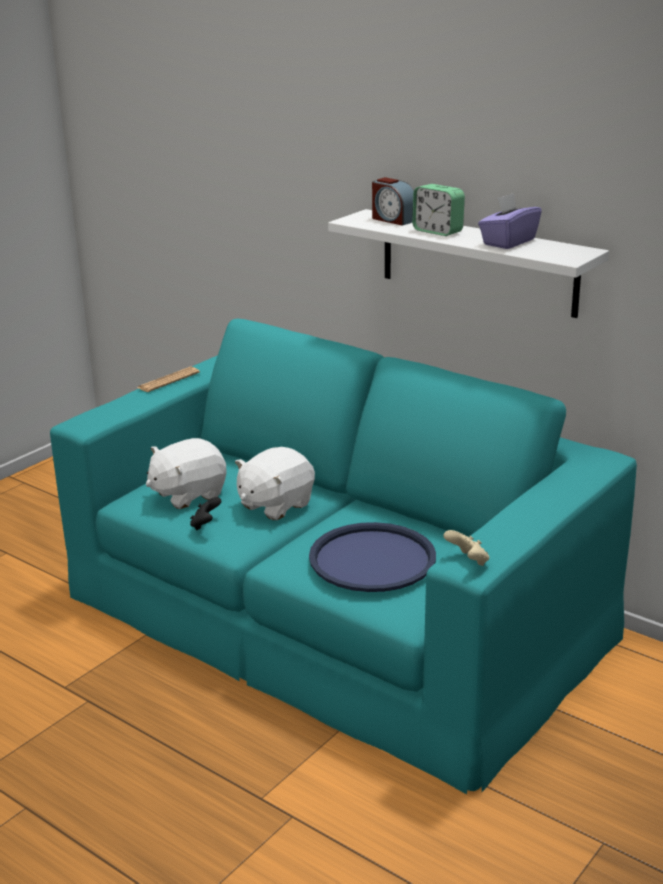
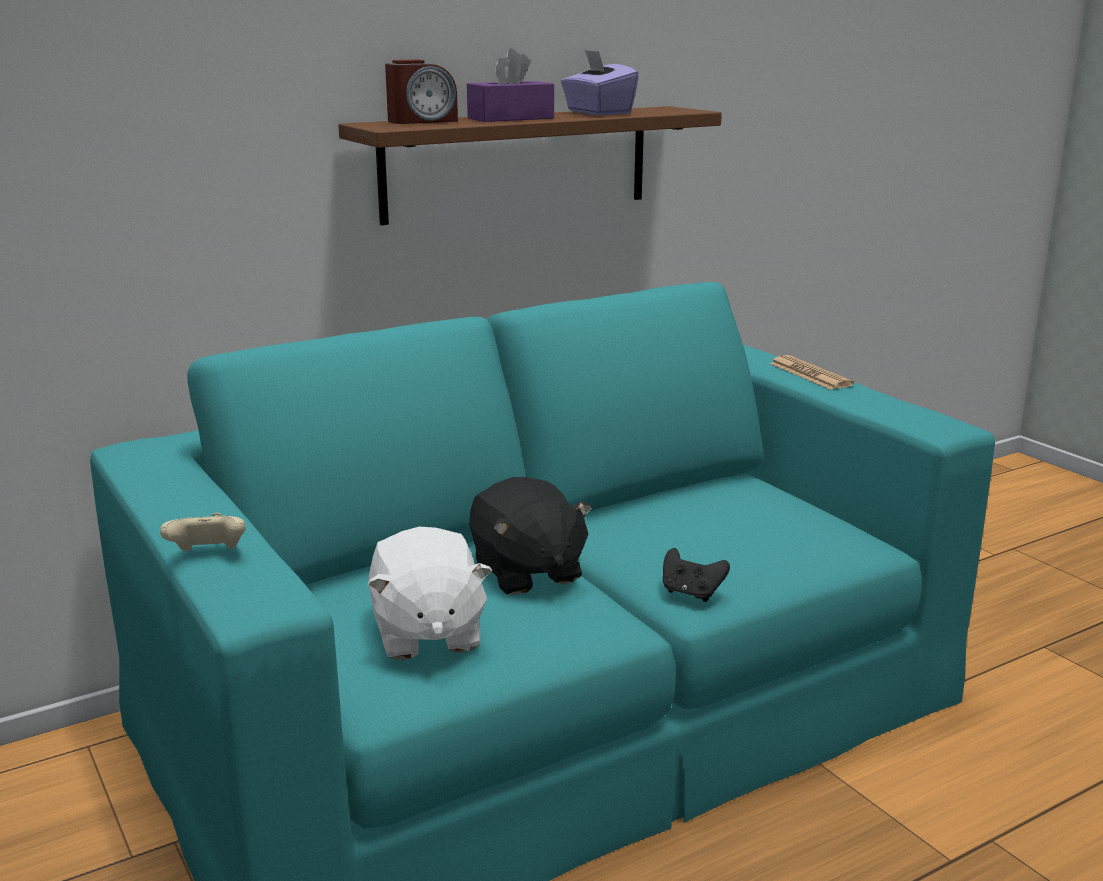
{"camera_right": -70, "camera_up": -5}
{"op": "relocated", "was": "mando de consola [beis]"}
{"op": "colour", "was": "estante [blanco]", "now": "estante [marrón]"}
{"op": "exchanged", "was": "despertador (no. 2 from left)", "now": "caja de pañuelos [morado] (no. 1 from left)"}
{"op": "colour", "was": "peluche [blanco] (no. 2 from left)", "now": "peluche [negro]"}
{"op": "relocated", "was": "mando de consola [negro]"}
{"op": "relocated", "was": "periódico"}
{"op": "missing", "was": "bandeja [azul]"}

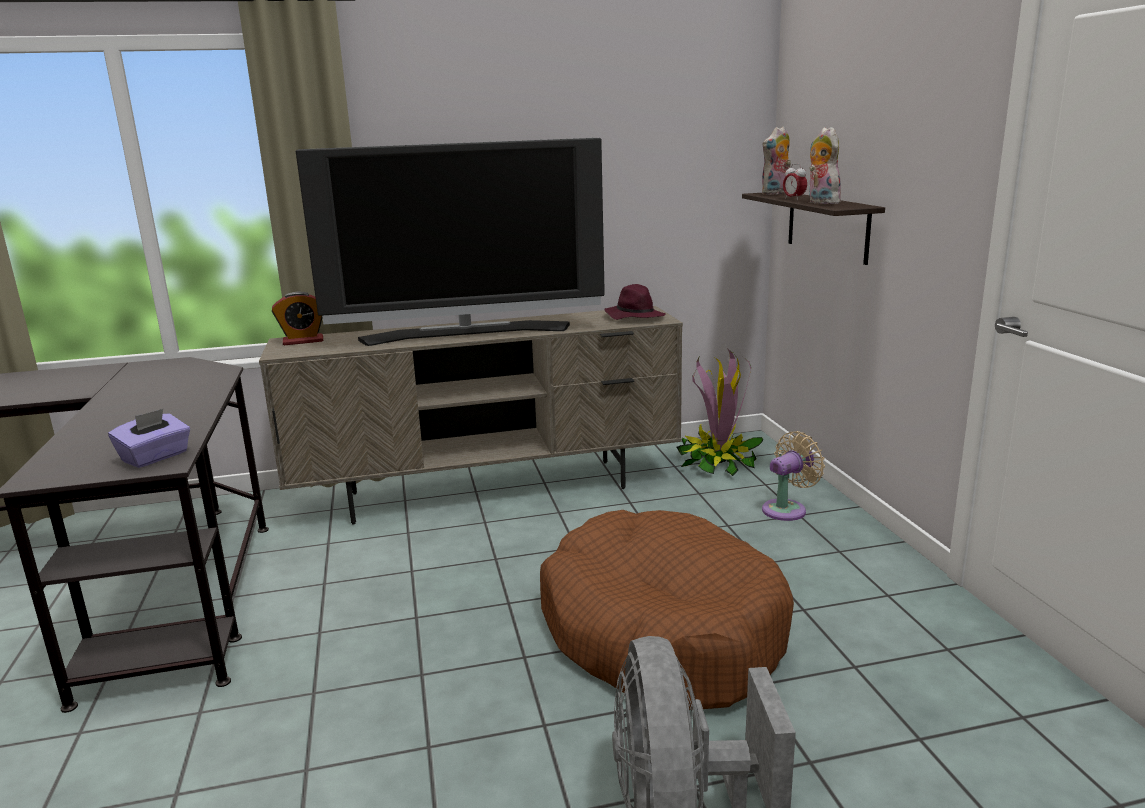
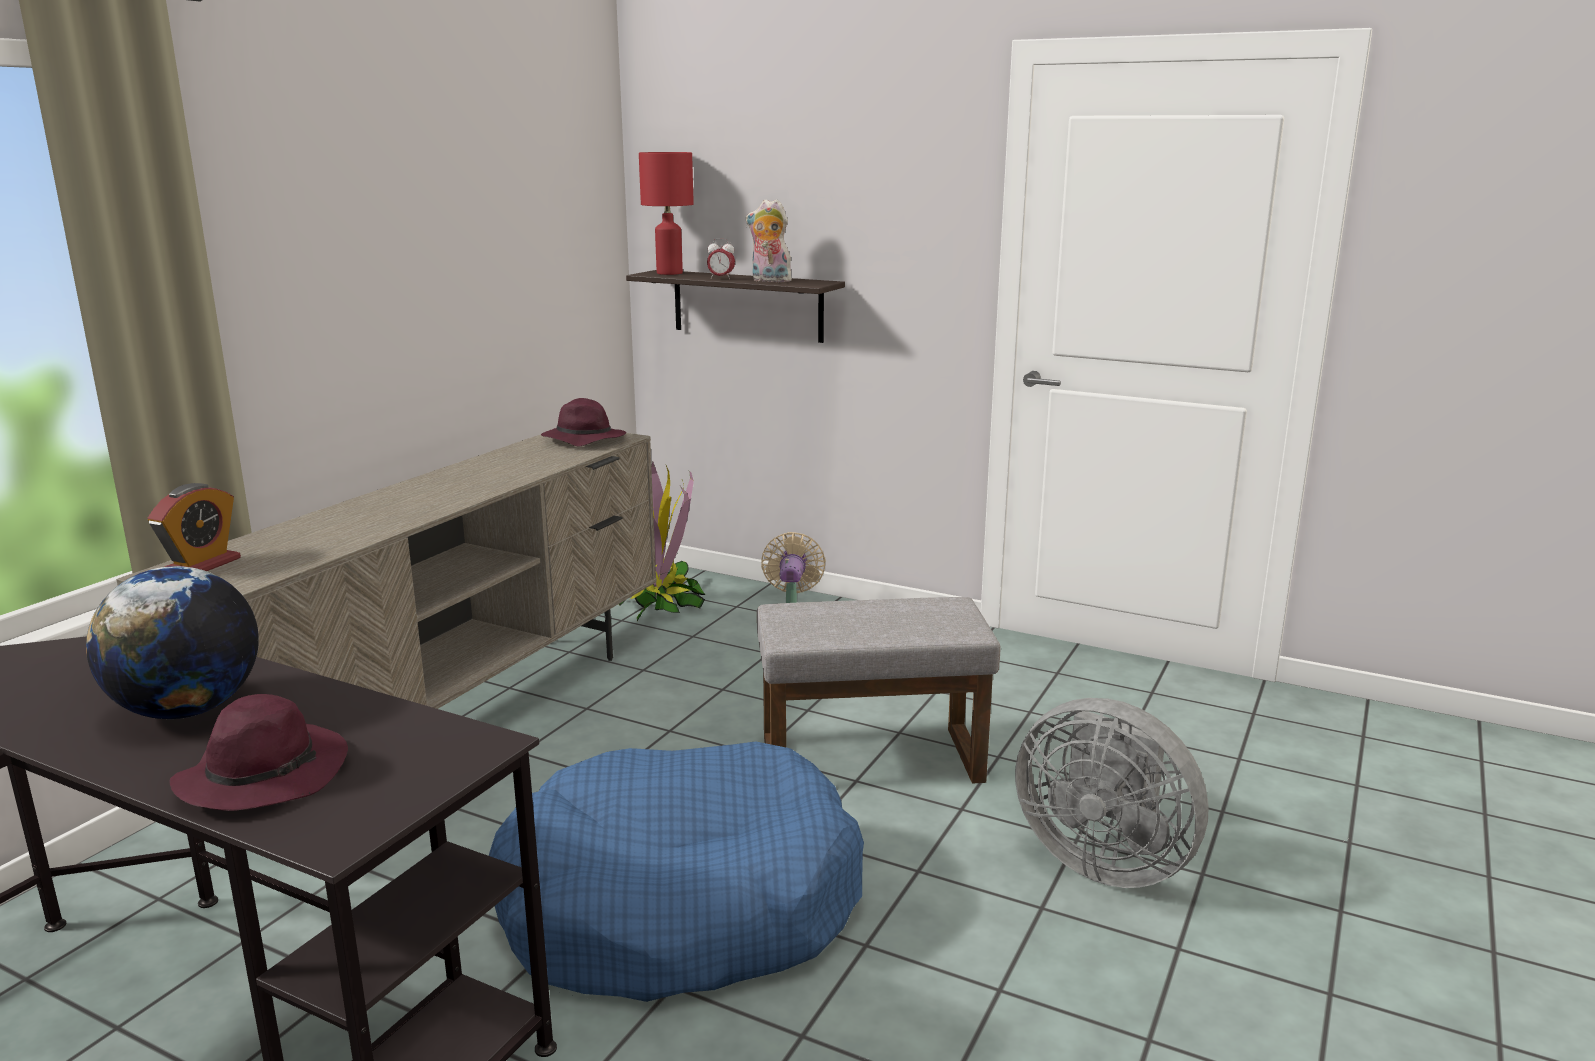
{"camera_right": -50, "camera_up": 0}
{"op": "appeared", "now": "globo terráqueo"}
{"op": "appeared", "now": "sombrero [morado] (no. 1 from left)"}
{"op": "appeared", "now": "cama para perro [azul]"}
{"op": "exchanged", "was": "peluche (no. 1 from left)", "now": "lámpara de mesa [rojo]"}
{"op": "exchanged", "was": "cama para perro [marrón]", "now": "puf [gris]"}
{"op": "missing", "was": "caja de pañuelos [morado]"}
{"op": "missing", "was": "televisor"}

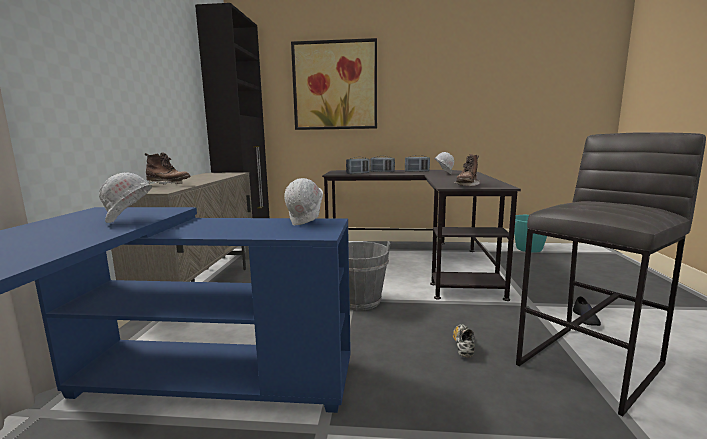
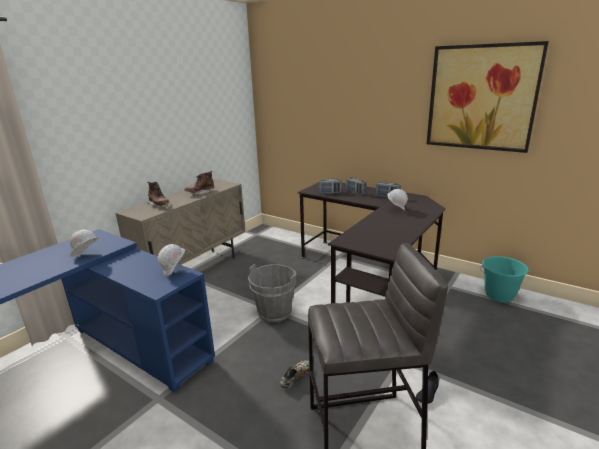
{"camera_right": 30, "camera_up": 10}
{"op": "relocated", "was": "bota [marrón] (no. 2 from left)"}
{"op": "relocated", "was": "cuadro"}
{"op": "missing", "was": "armario [negro]"}

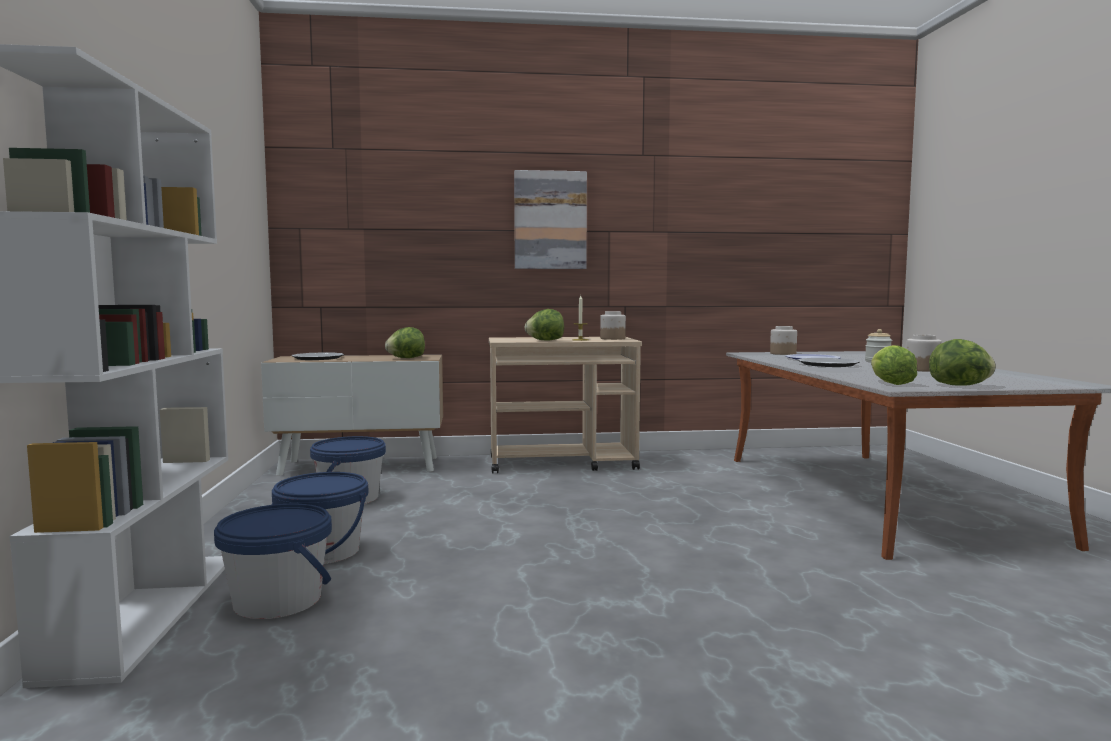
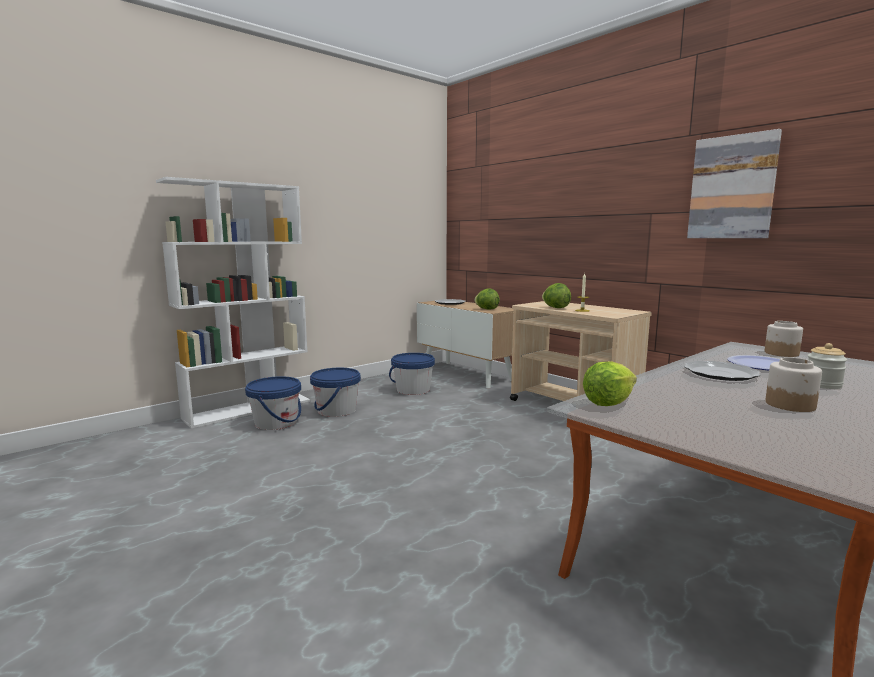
{"camera_right": 55, "camera_up": 5}
{"op": "relocated", "was": "cuadro"}
{"op": "missing", "was": "tarro (no. 1 from left)"}
{"op": "missing", "was": "lechuga (no. 4 from left)"}

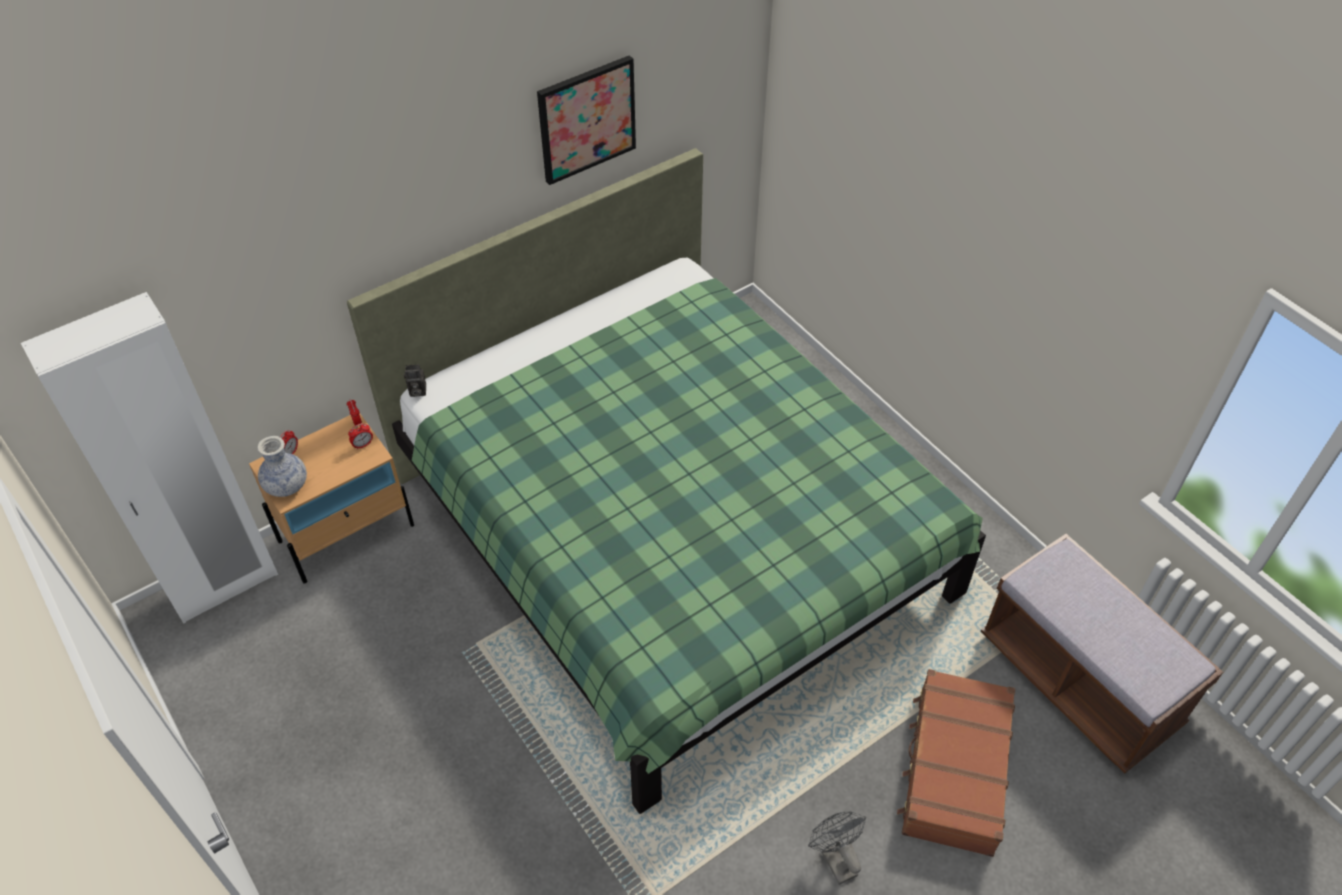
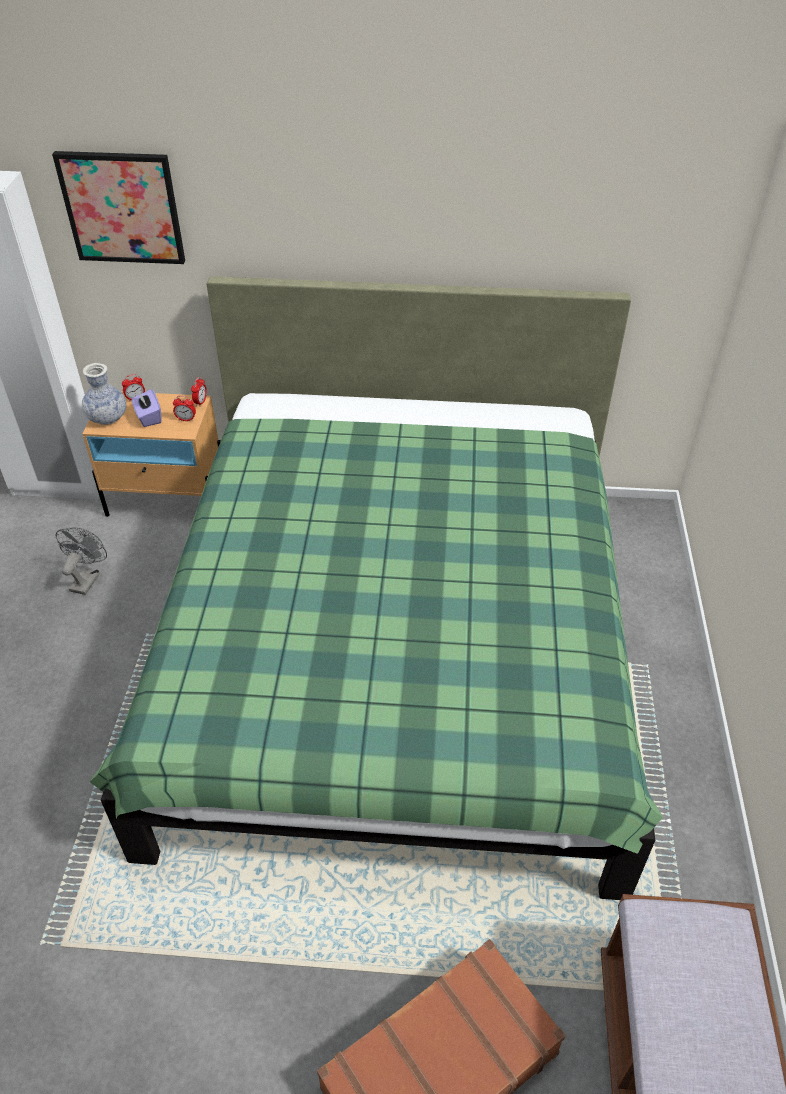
{"camera_right": 40, "camera_up": -5}
{"op": "relocated", "was": "cuadro"}
{"op": "relocated", "was": "ventilador [gris]"}
{"op": "appeared", "now": "caja de pañuelos [morado]"}
{"op": "missing", "was": "cámara"}

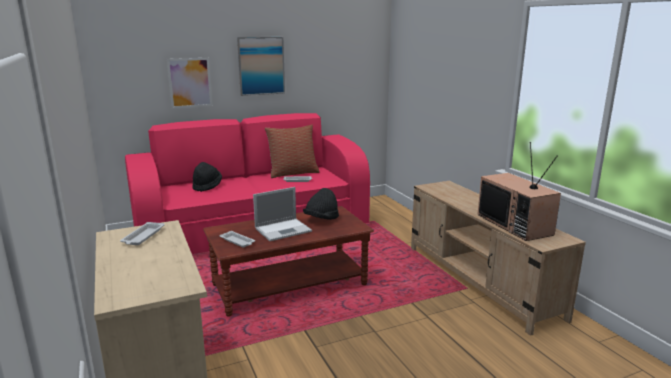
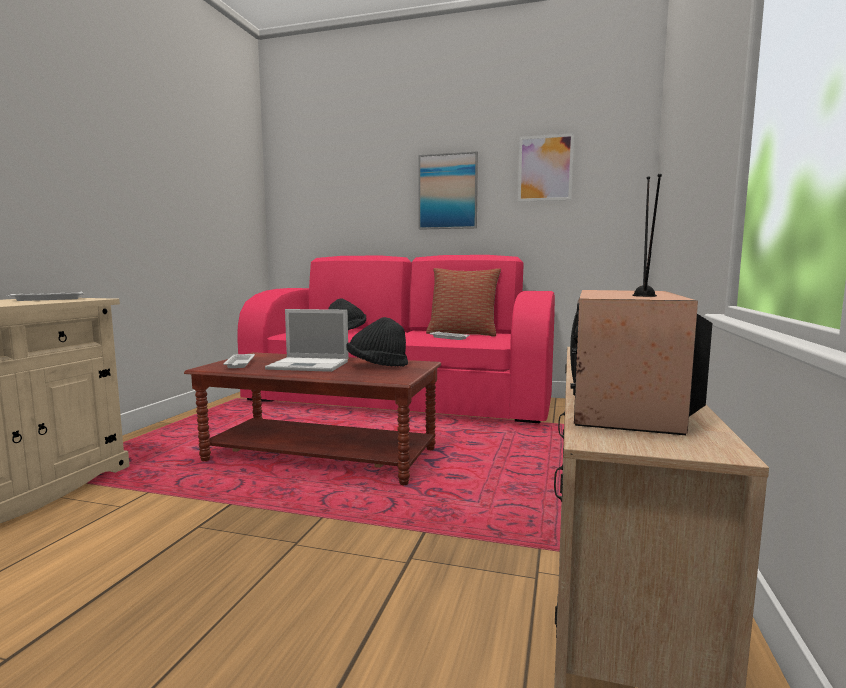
{"camera_right": 40, "camera_up": -10}
{"op": "relocated", "was": "cuadro (no. 1 from left in the first image)", "now": "cuadro (no. 2 from left)"}

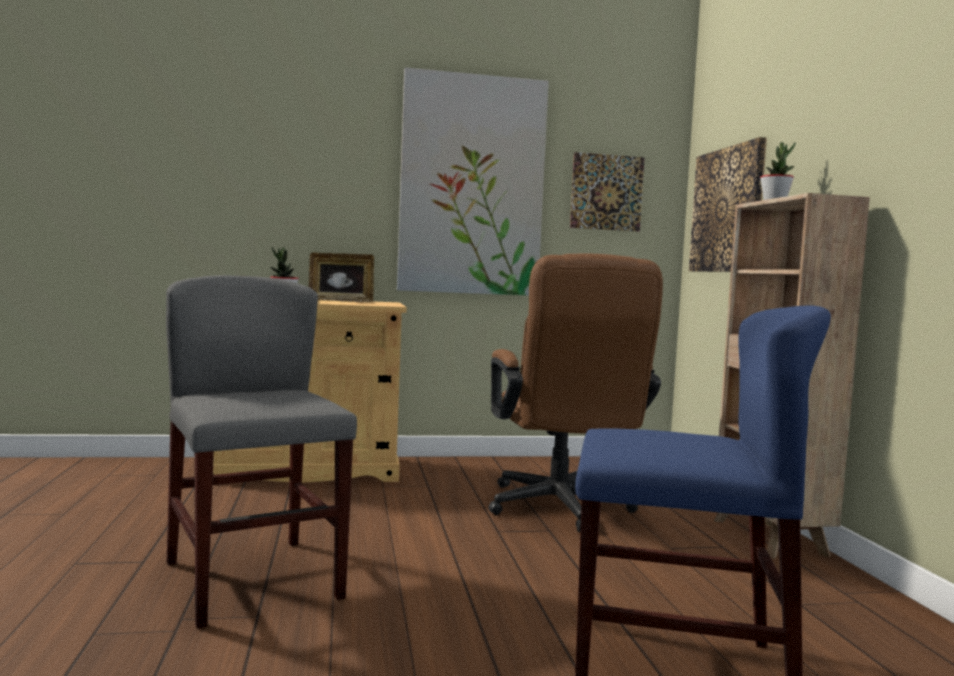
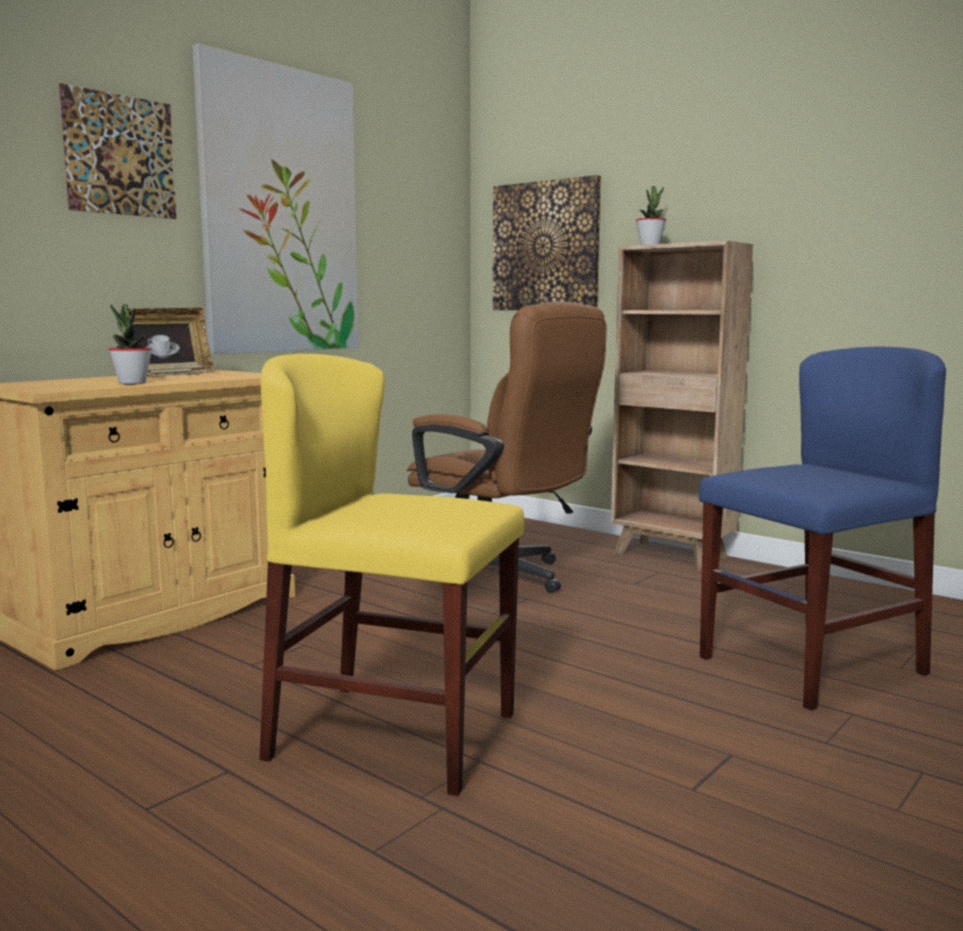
{"camera_right": -40, "camera_up": 5}
{"op": "relocated", "was": "cuadro (no. 2 from left in the first image)", "now": "cuadro (no. 1 from left)"}
{"op": "colour", "was": "silla [gris]", "now": "silla [amarillo]"}

